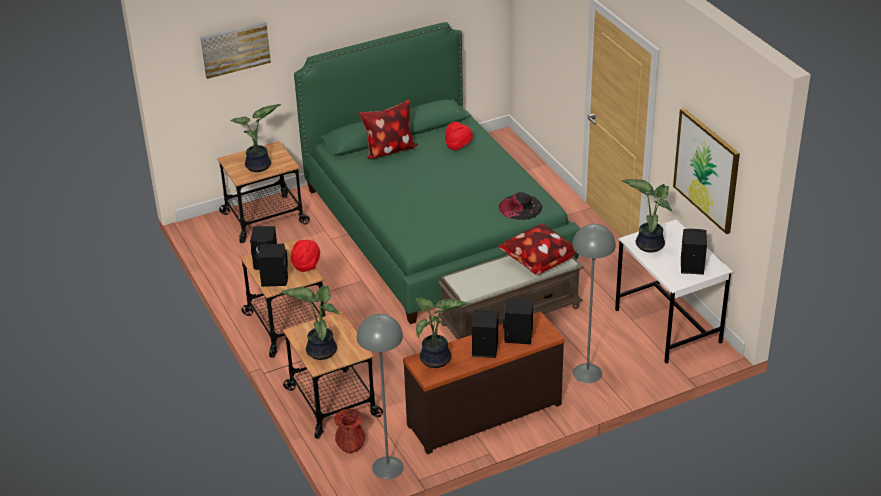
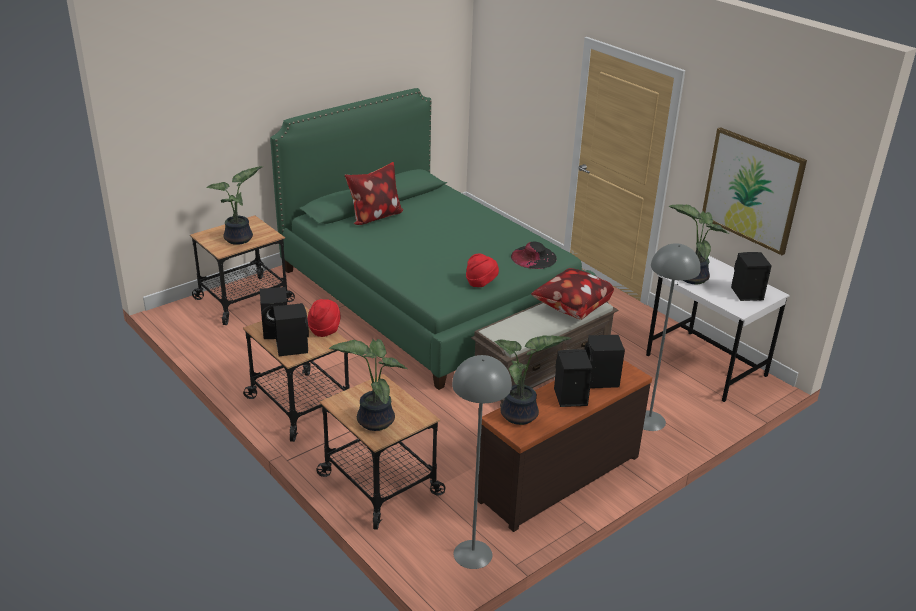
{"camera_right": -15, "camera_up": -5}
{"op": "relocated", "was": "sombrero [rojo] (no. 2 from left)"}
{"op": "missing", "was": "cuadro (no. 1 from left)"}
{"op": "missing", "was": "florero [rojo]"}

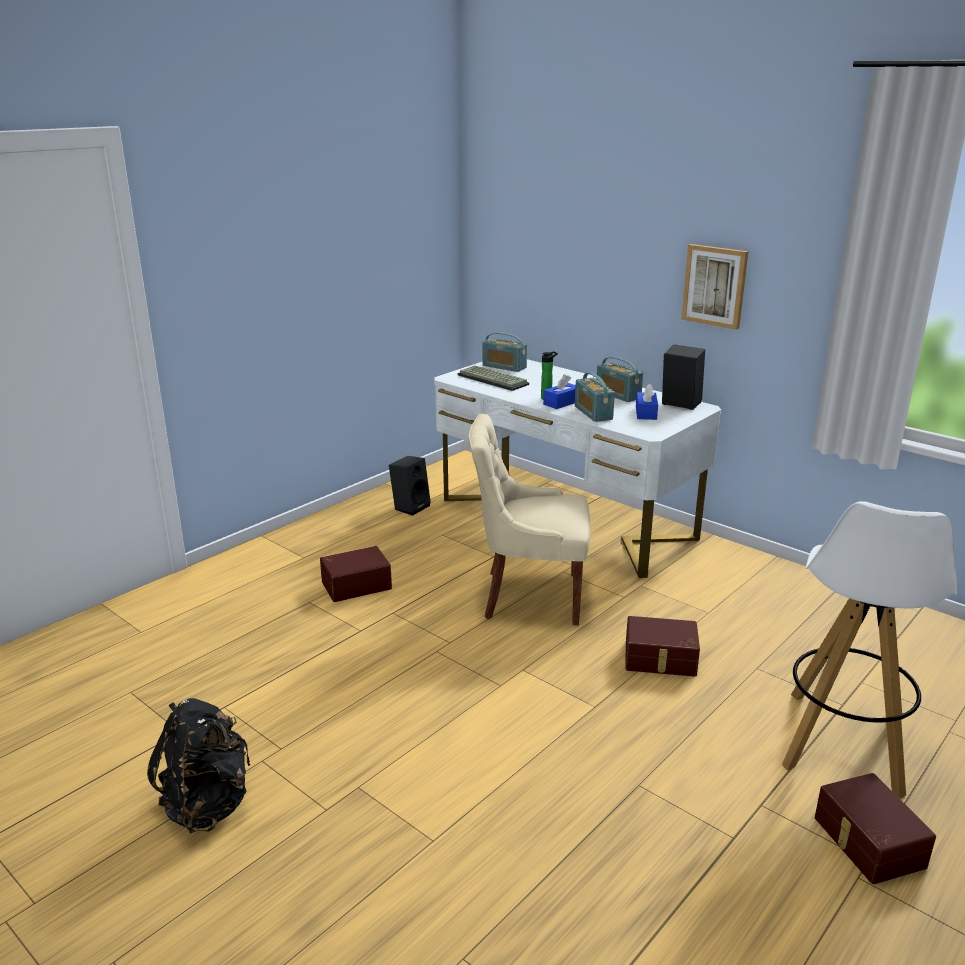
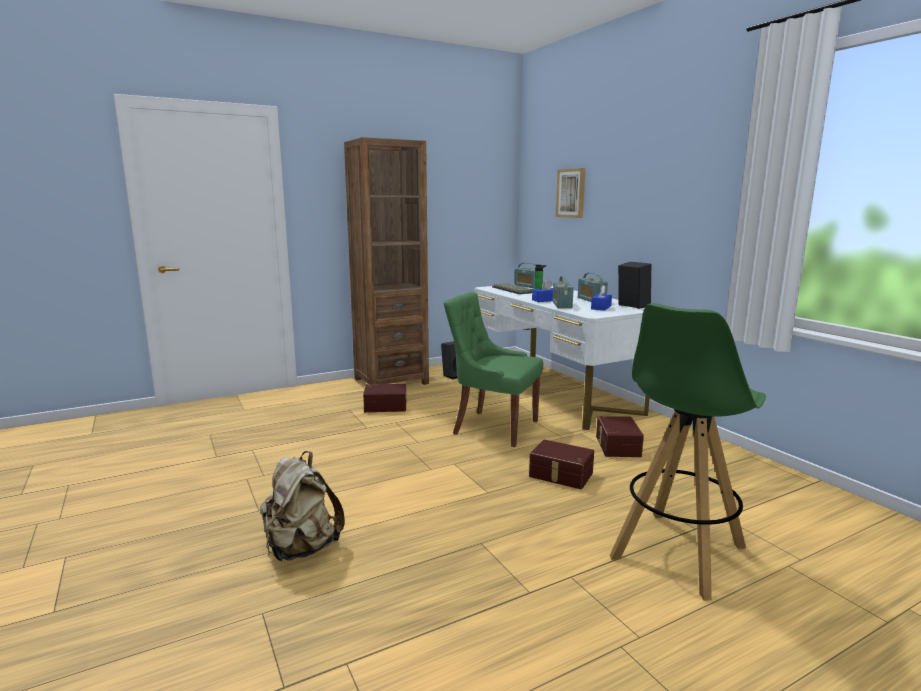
{"camera_right": 20, "camera_up": -10}
{"op": "appeared", "now": "mochila [beis]"}
{"op": "appeared", "now": "estantería [marrón]"}
{"op": "colour", "was": "silla [beis]", "now": "silla [verde]"}
{"op": "relocated", "was": "cuadro"}
{"op": "relocated", "was": "caja de almacenaje [marrón] (no. 3 from left)"}
{"op": "colour", "was": "taburete [blanco]", "now": "taburete [verde]"}
{"op": "missing", "was": "mochila [negro]"}

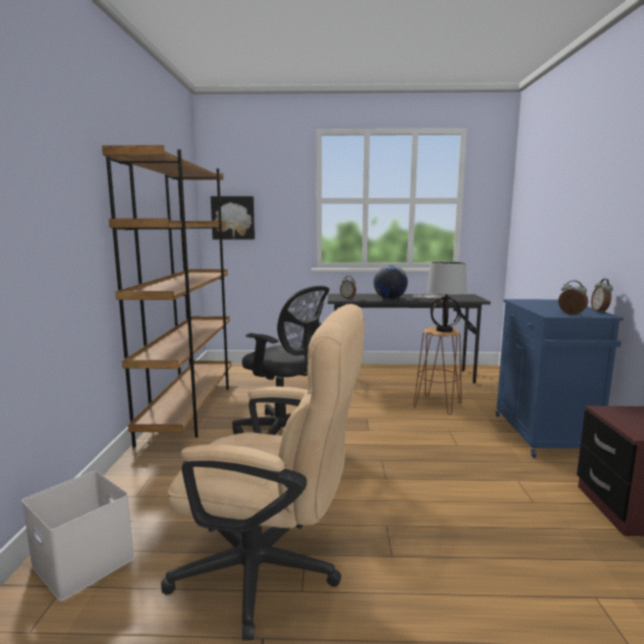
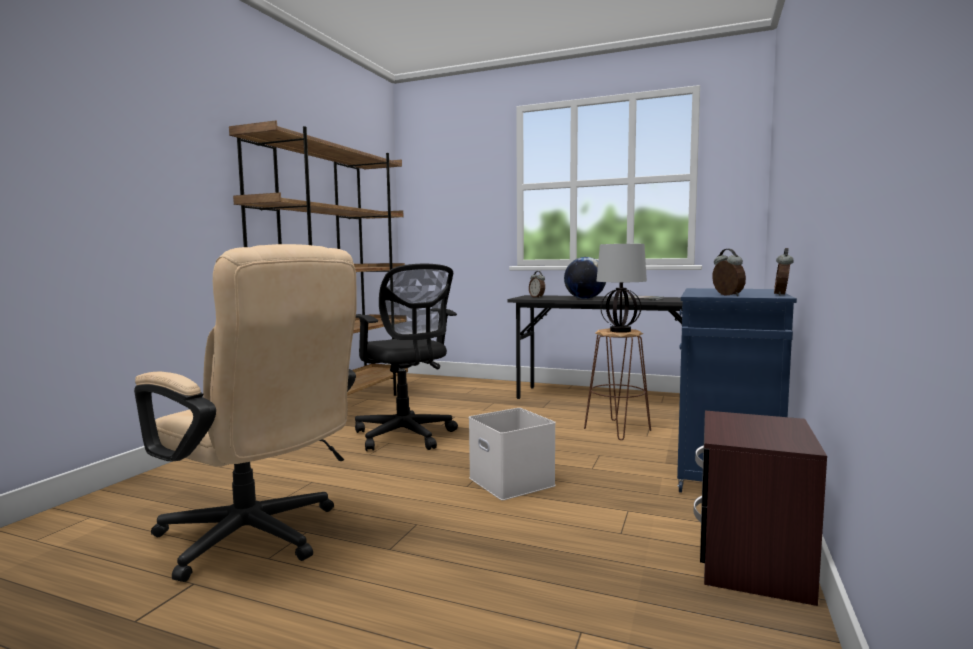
{"camera_right": 20, "camera_up": -5}
{"op": "relocated", "was": "caja de almacenaje [blanco]"}
{"op": "missing", "was": "cuadro"}

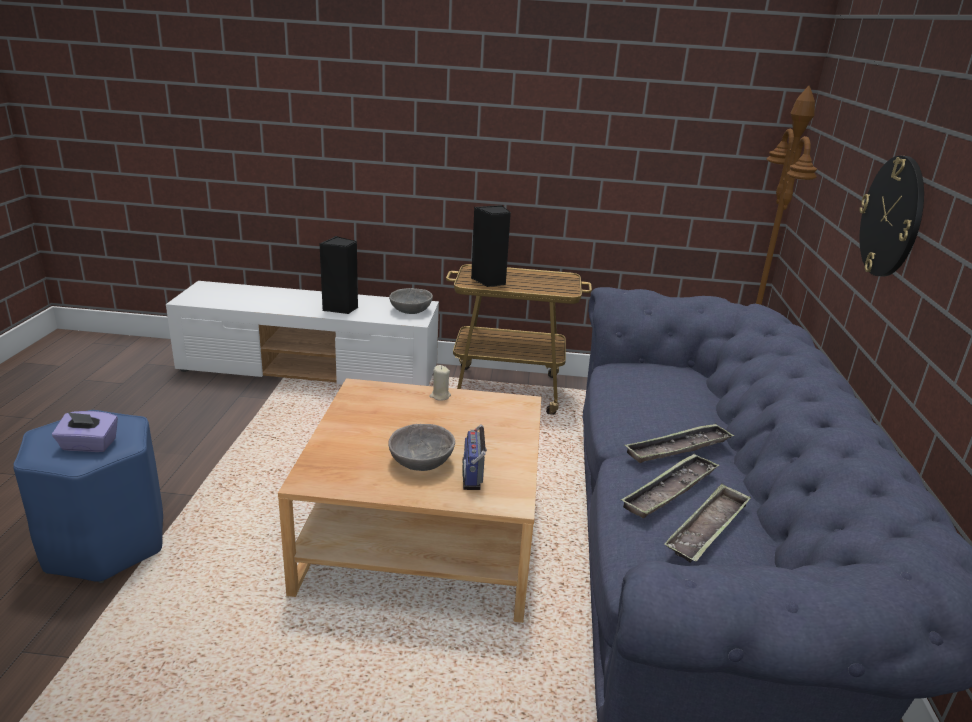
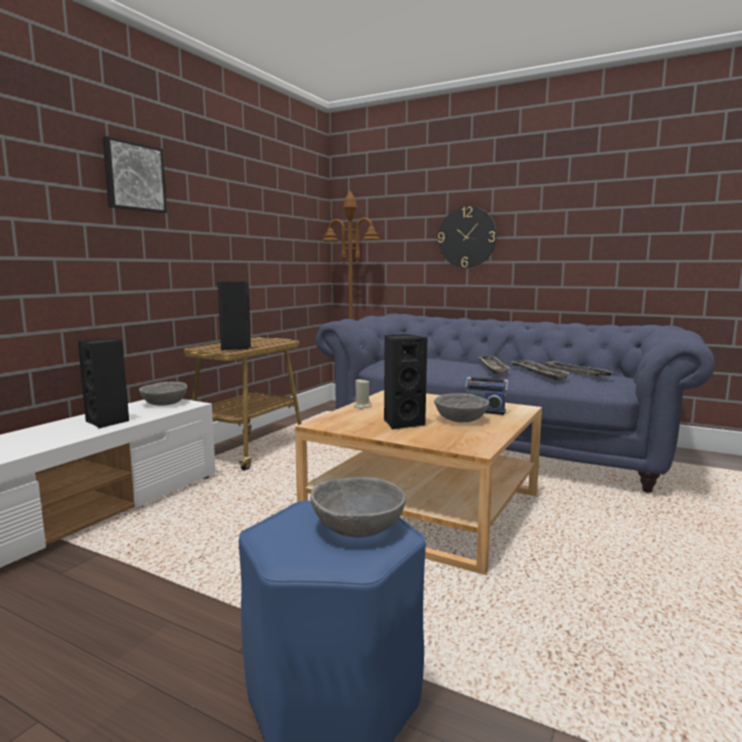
{"camera_right": -65, "camera_up": -15}
{"op": "appeared", "now": "cuadro"}
{"op": "exchanged", "was": "caja de pañuelos [morado]", "now": "cuenco [gris] (no. 2 from left)"}
{"op": "appeared", "now": "altavoz [negro] (no. 3 from left)"}

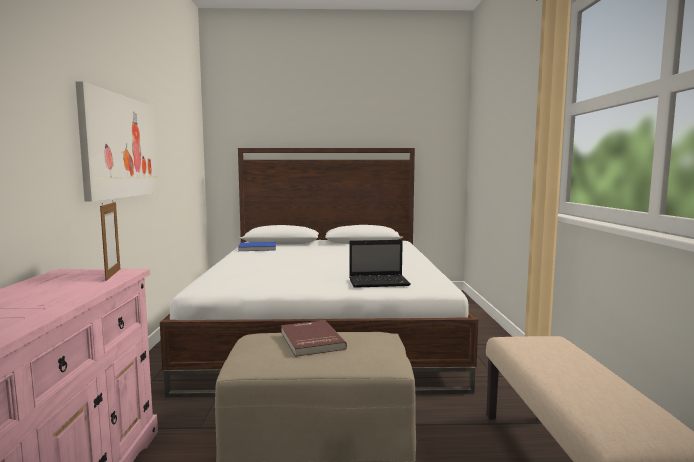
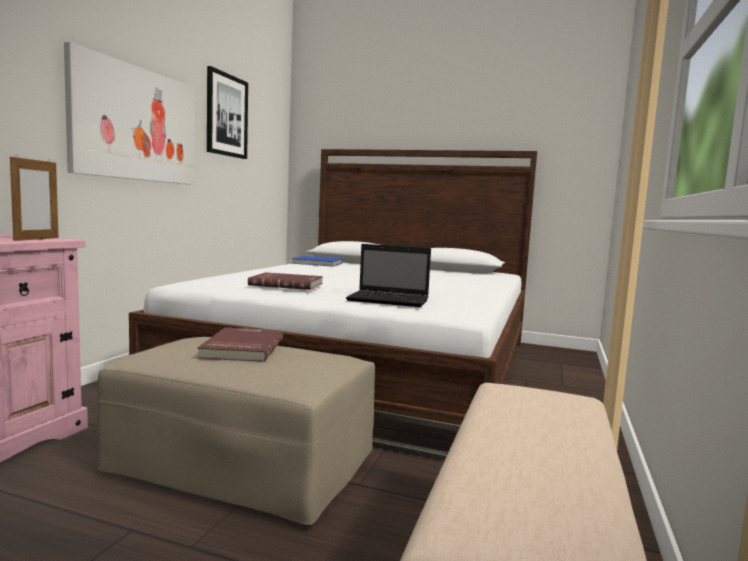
{"camera_right": 20, "camera_up": 0}
{"op": "appeared", "now": "cuadro (no. 2 from left)"}
{"op": "appeared", "now": "libro [rojo] (no. 2 from left)"}

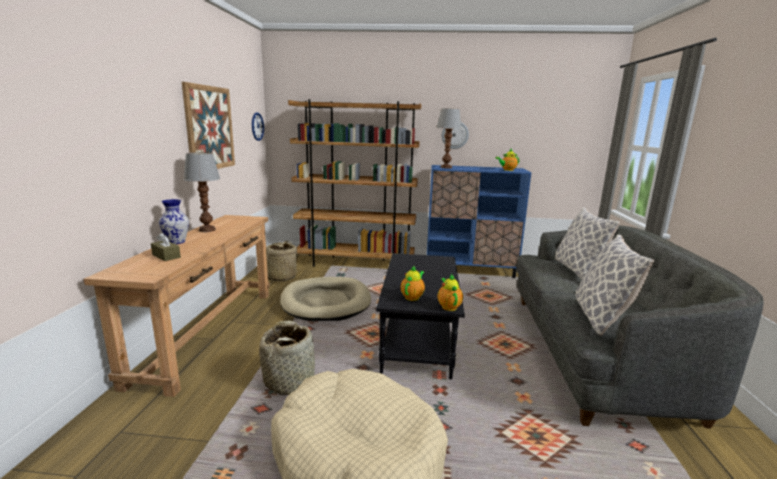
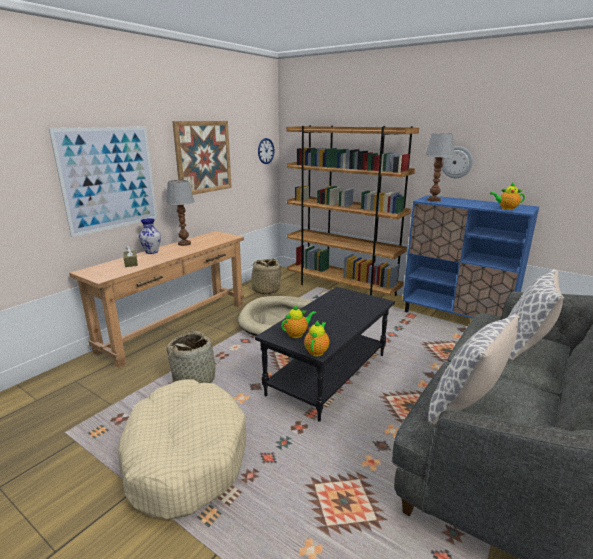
{"camera_right": 30, "camera_up": 5}
{"op": "appeared", "now": "cuadro (no. 1 from left)"}

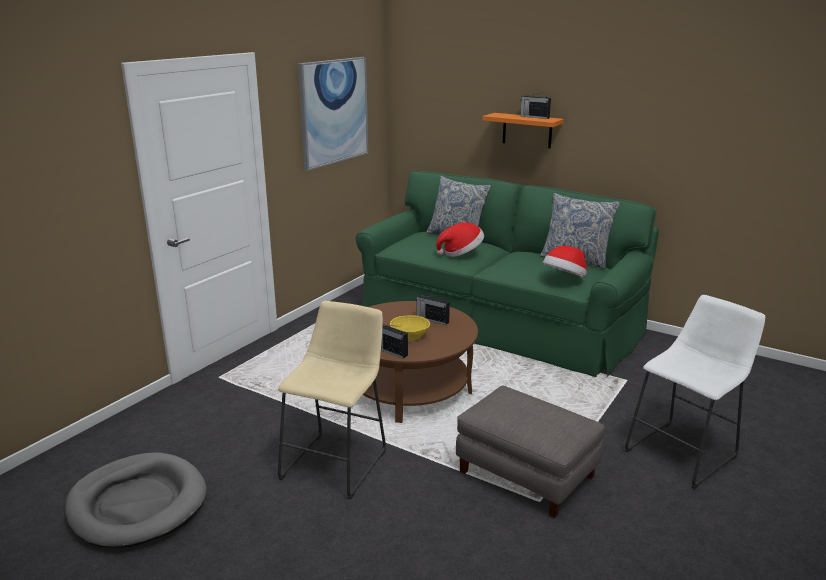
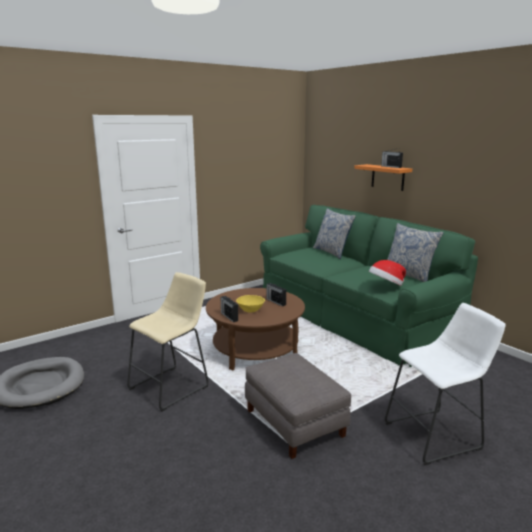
{"camera_right": 20, "camera_up": -5}
{"op": "missing", "was": "cuadro"}
{"op": "missing", "was": "sombrero (no. 1 from left)"}

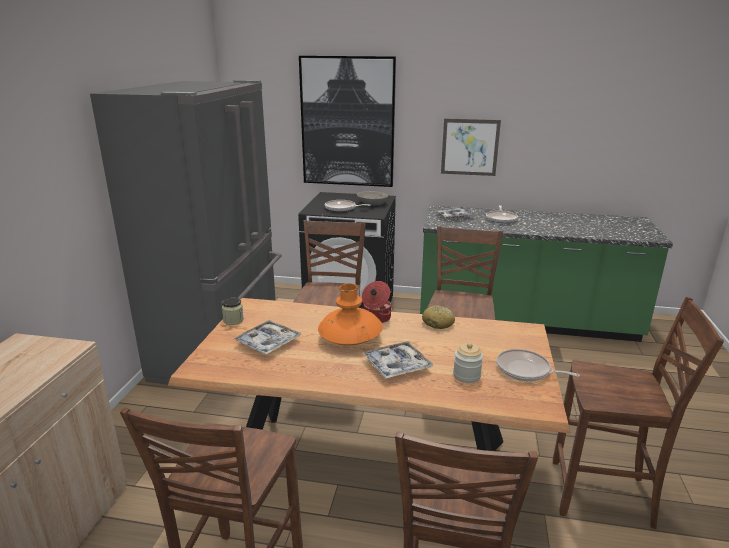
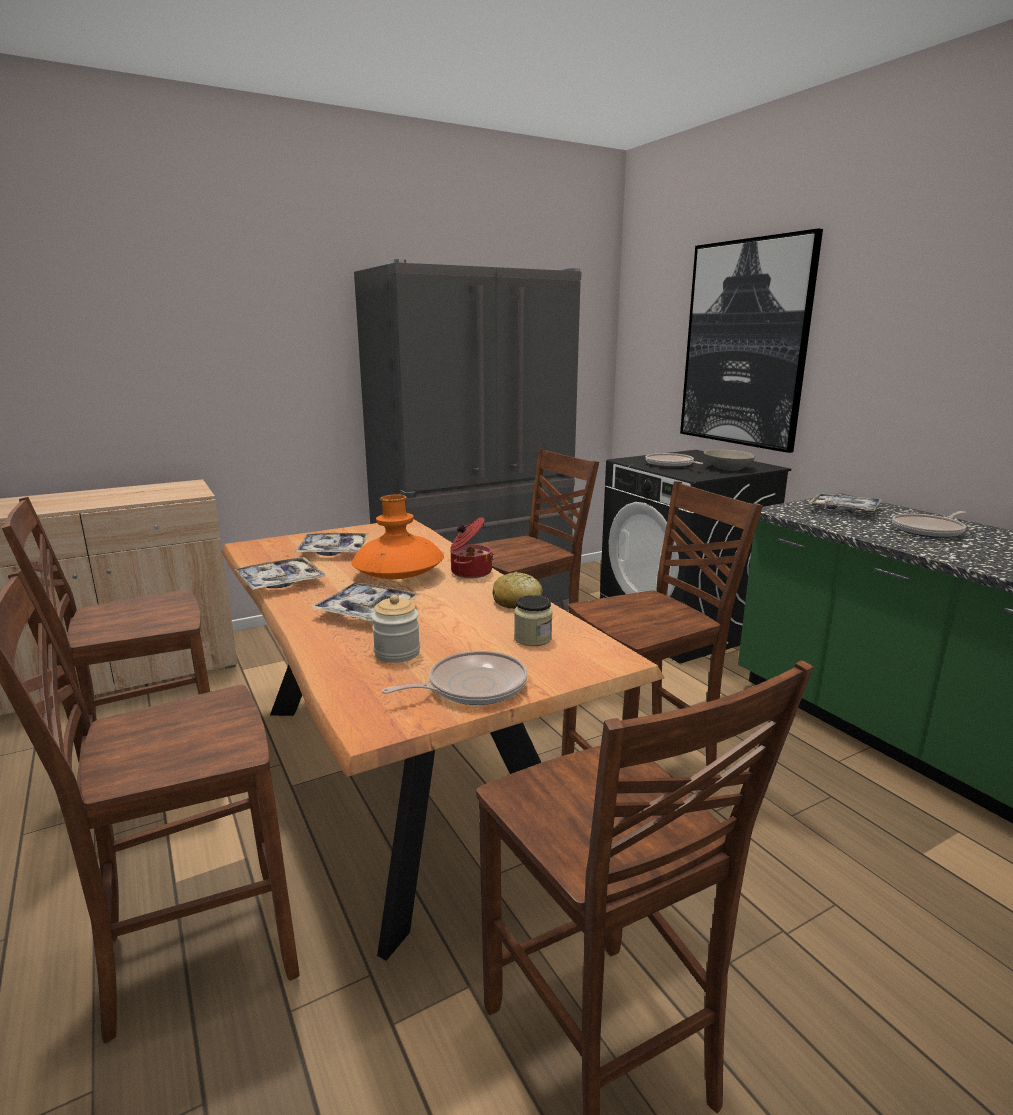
{"camera_right": 50, "camera_up": -5}
{"op": "appeared", "now": "bandeja (no. 1 from left)"}
{"op": "spun", "was": "sartén (no. 3 from left in the first image)", "clockwise": 75}
{"op": "relocated", "was": "tarro (no. 1 from left in the first image)", "now": "tarro (no. 2 from left)"}
{"op": "missing", "was": "cuadro (no. 2 from left)"}

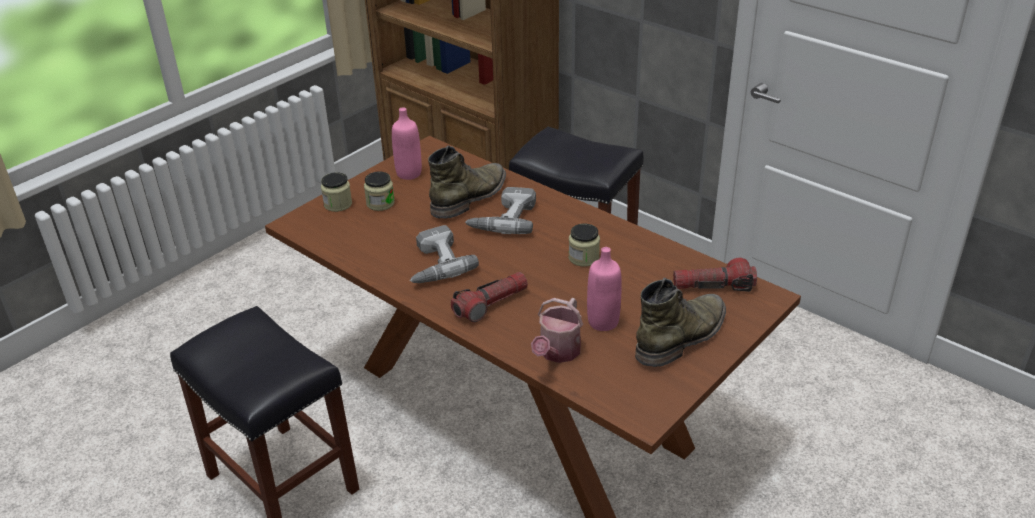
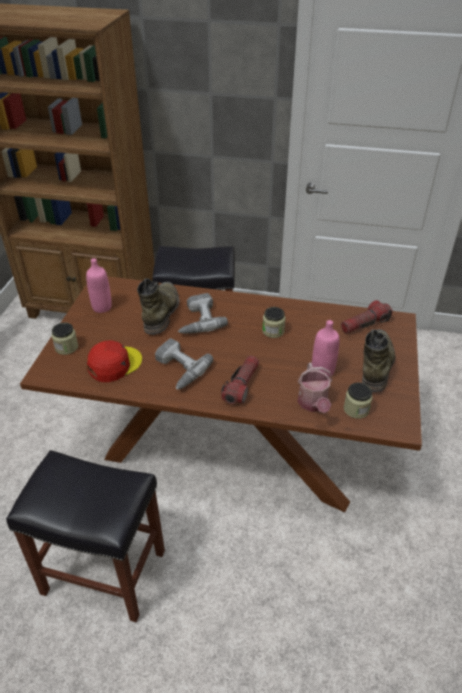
{"camera_right": -30, "camera_up": 5}
{"op": "appeared", "now": "gorra [rojo]"}
{"op": "relocated", "was": "tarro (no. 2 from left in the first image)", "now": "tarro (no. 3 from left)"}

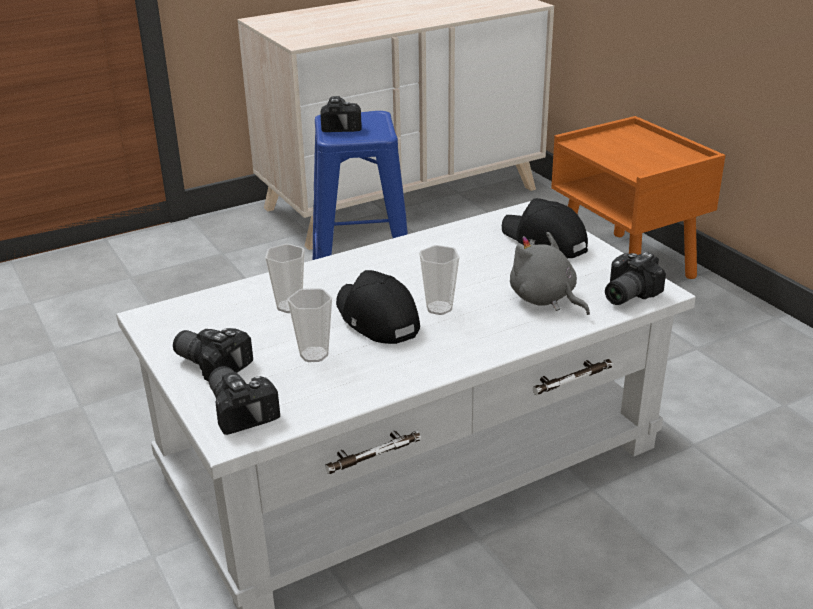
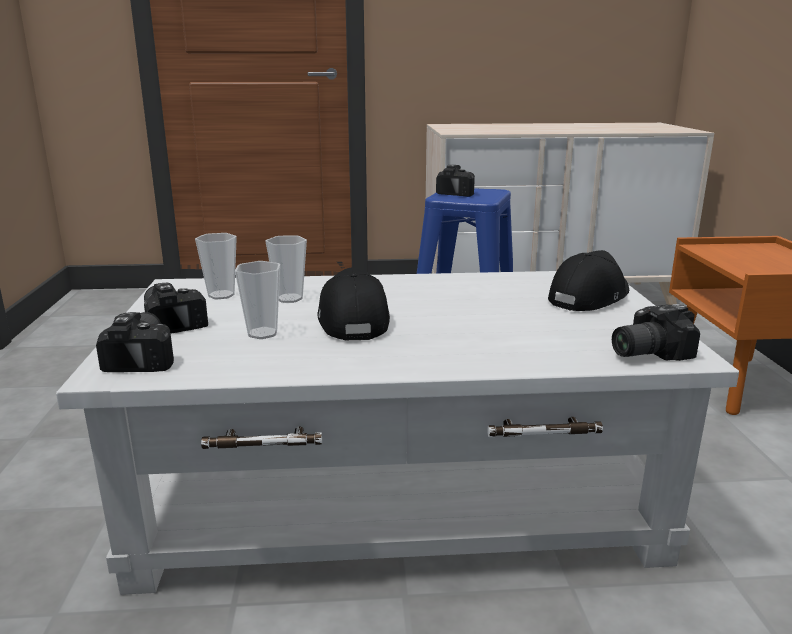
{"camera_right": 25, "camera_up": -10}
{"op": "relocated", "was": "taza (no. 3 from left in the first image)", "now": "taza (no. 1 from left)"}
{"op": "spun", "was": "gorra [negro] (no. 2 from left)", "clockwise": 60}
{"op": "missing", "was": "peluche [gris]"}

